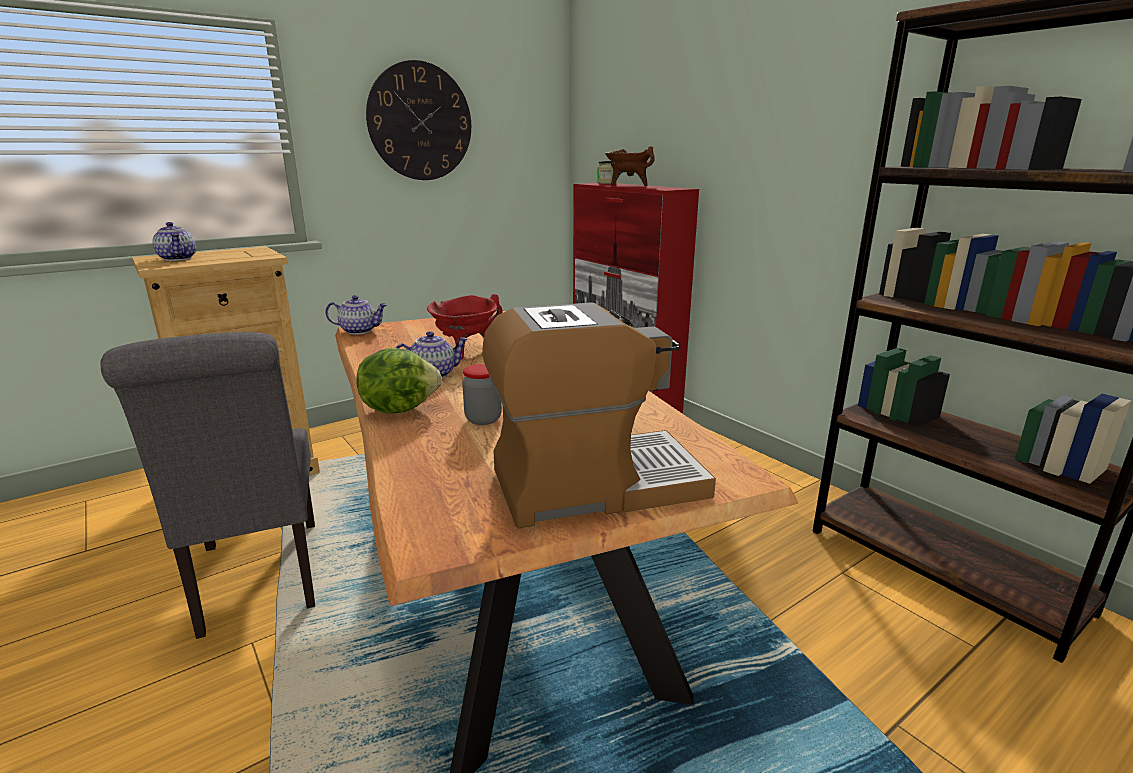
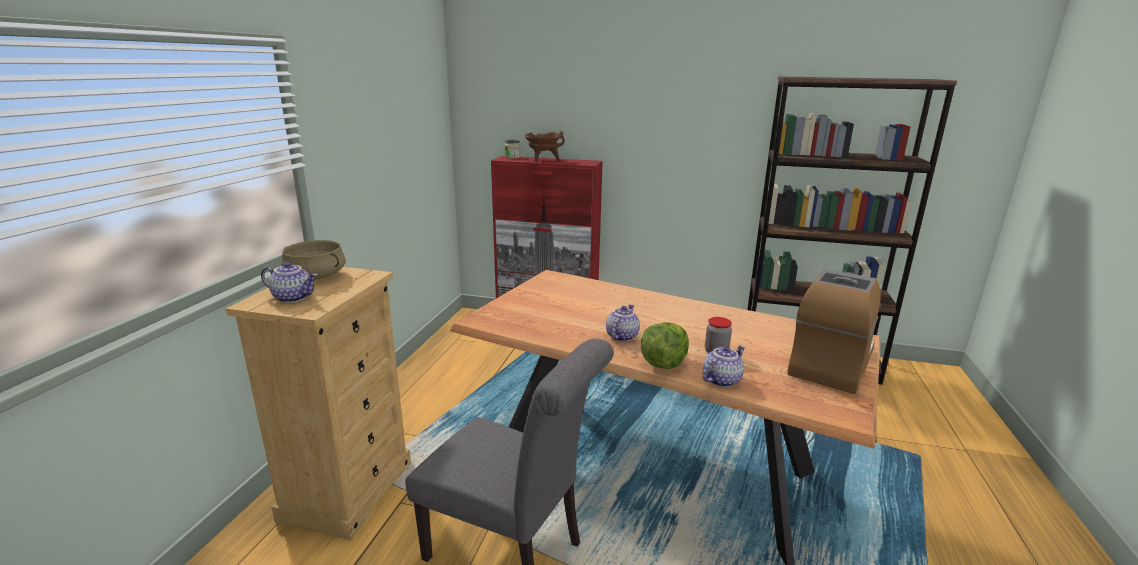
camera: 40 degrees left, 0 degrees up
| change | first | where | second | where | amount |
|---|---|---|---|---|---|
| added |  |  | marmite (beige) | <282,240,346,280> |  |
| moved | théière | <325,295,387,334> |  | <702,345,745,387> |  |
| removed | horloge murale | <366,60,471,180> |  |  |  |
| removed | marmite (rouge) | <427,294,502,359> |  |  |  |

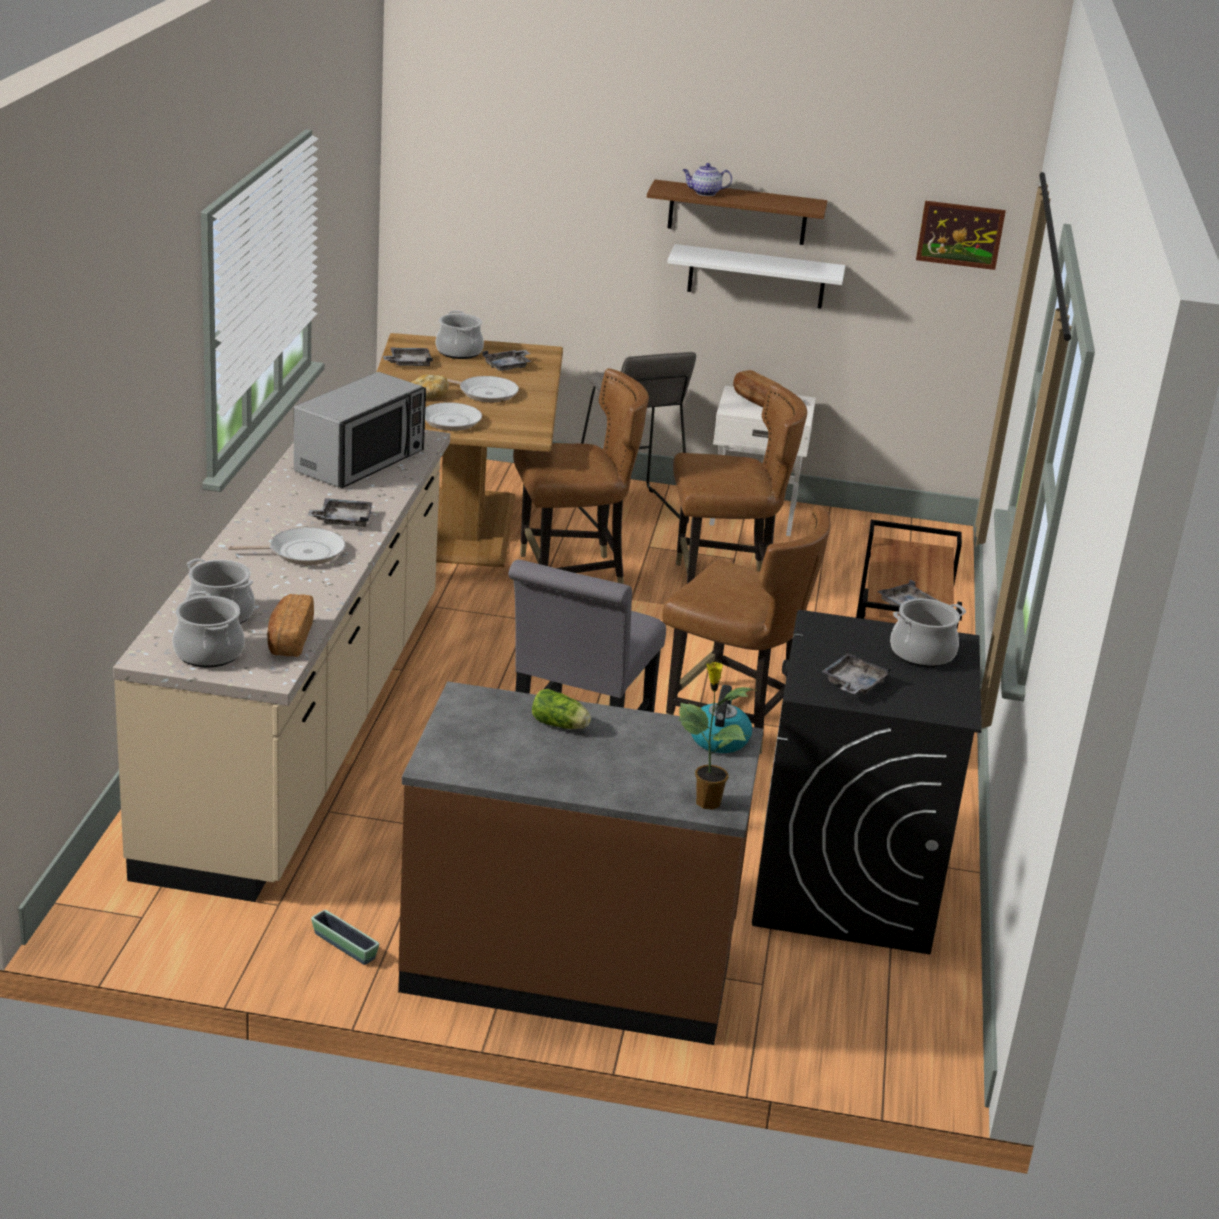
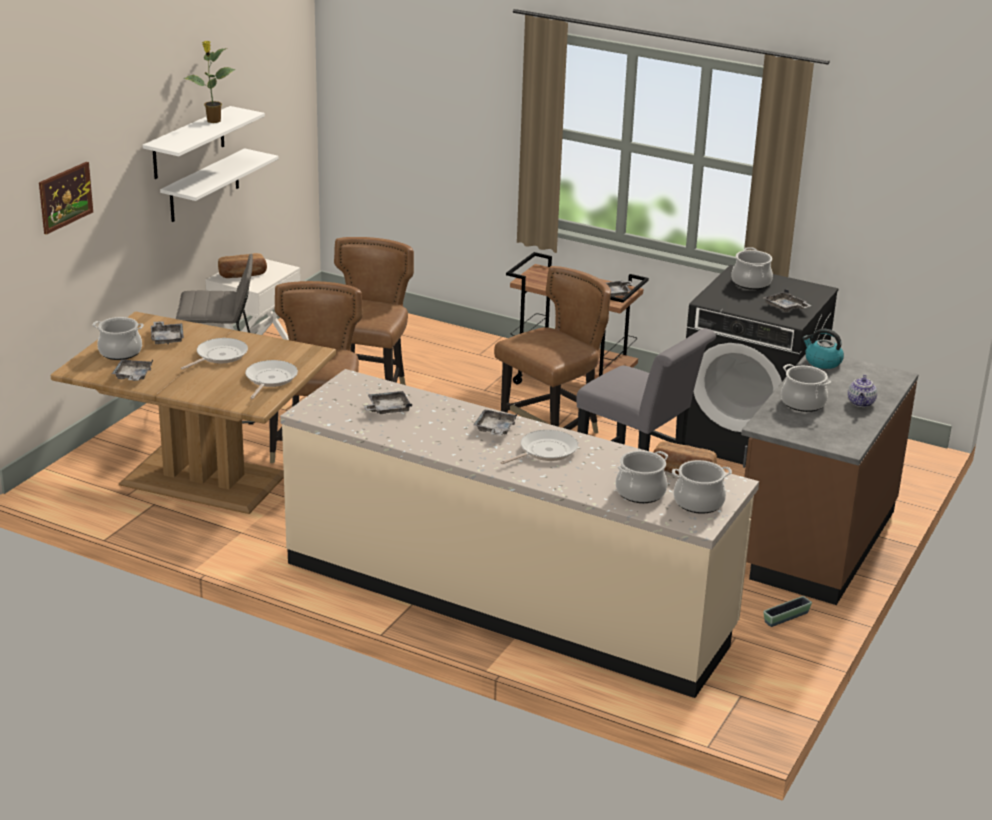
camera: 70 degrees left, 0 degrees up
| change | first | where | second | where | amount |
|---|---|---|---|---|---|
| moved | tableau | <916,201,1006,270> |  | <39,162,93,235> |  |
| recoloured | étagère (marron) | <647,179,827,245> | étagère (blanc) | <143,106,265,179> |  |
| moved | plante en pot | <678,662,754,810> |  | <184,41,236,123> |  |
| replaced | micro-ondes | <294,372,426,488> | plateau (gris) | <363,391,412,414> |  |
| turned | poêle | <228,527,345,565> |  | <500,430,578,464> | 45 degrees clockwise |
| replaced | laitue | <532,689,591,729> | marmite | <781,364,831,412> |  |
| moved | théière | <683,163,732,196> |  | <848,375,877,407> |  |
| removed | pain | <411,374,449,398> |  |  |  |

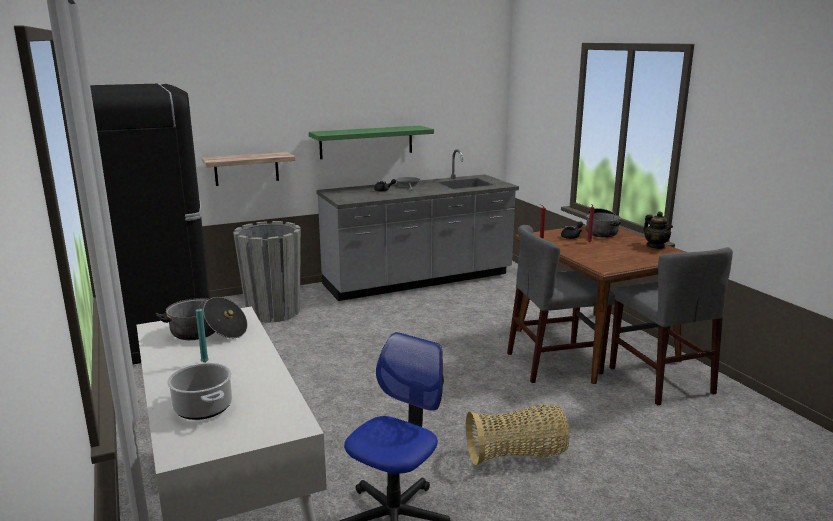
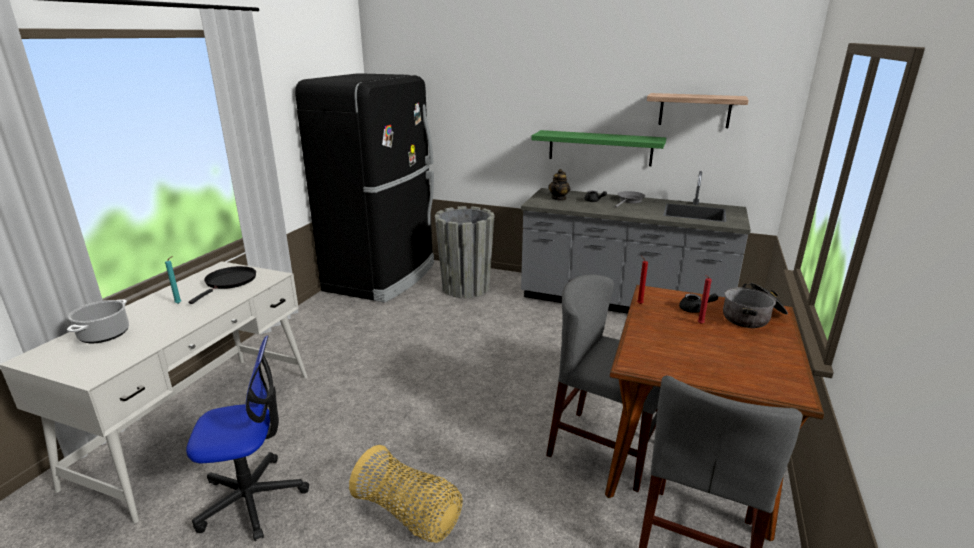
camera: 45 degrees right, 5 degrees up
| change | first | where | second | where | amount |
|---|---|---|---|---|---|
| replaced | marmite | <156,297,248,340> | poêle (noir) | <189,266,256,304> |  |
| moved | théière | <643,211,673,249> |  | <548,169,570,201> |  |
| moved | étagère | <202,152,295,186> |  | <647,93,749,128> |  |

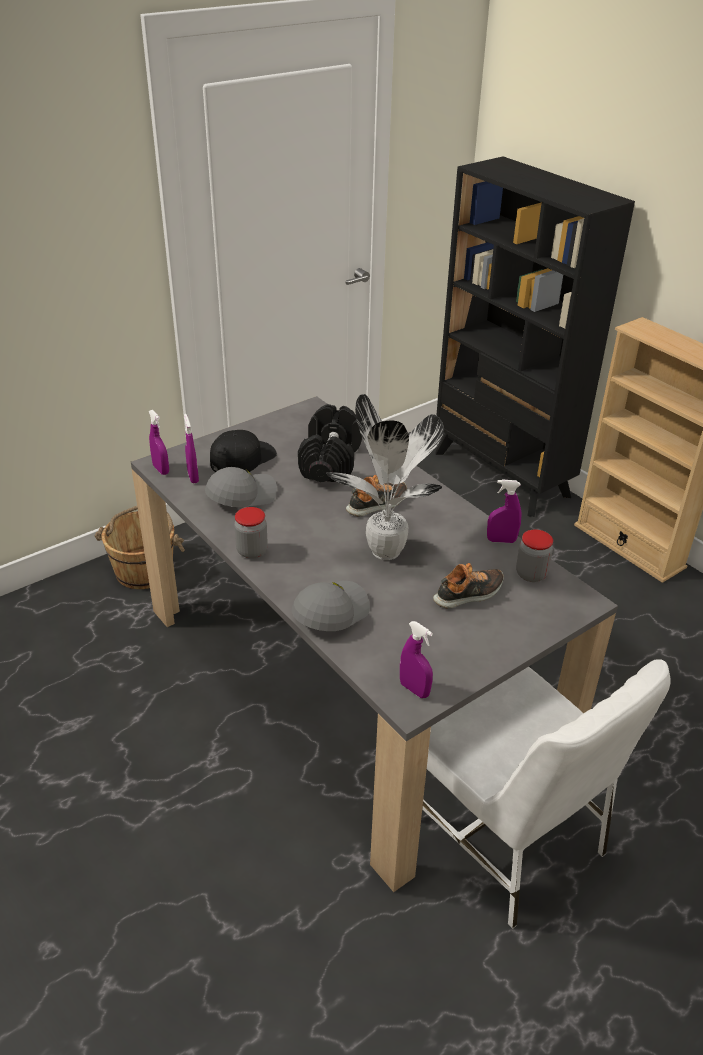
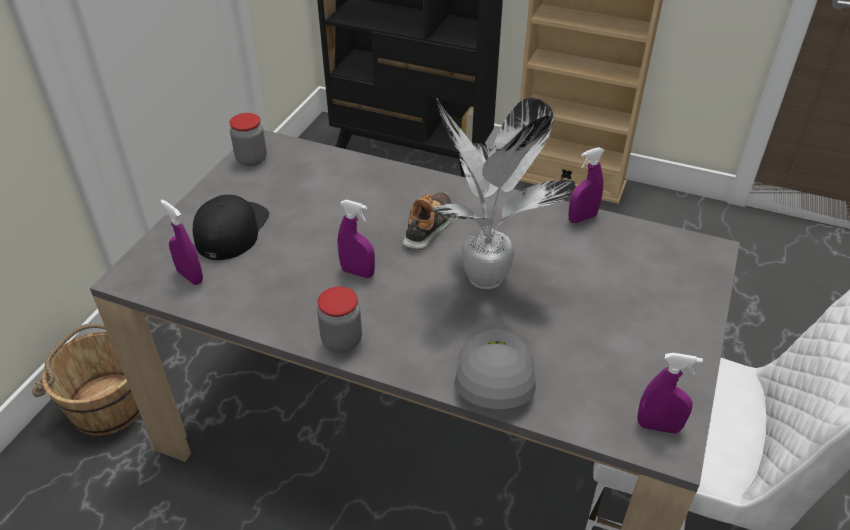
camera: 30 degrees left, 5 degrees up
| change | first | where | second | where | amount |
|---|---|---|---|---|---|
| moved | bocal | <516,529,553,582> |  | <229,113,267,166> |  |
| moved | vaporisateur (violet) | <149,410,169,475> |  | <337,200,375,278> |  |
| removed | casquette (gris) | <205,467,277,507> |  |  |  |
| removed | haltère (noir) | <298,404,362,482> |  |  |  |
| removed | chaussure | <433,563,504,608> |  |  |  |

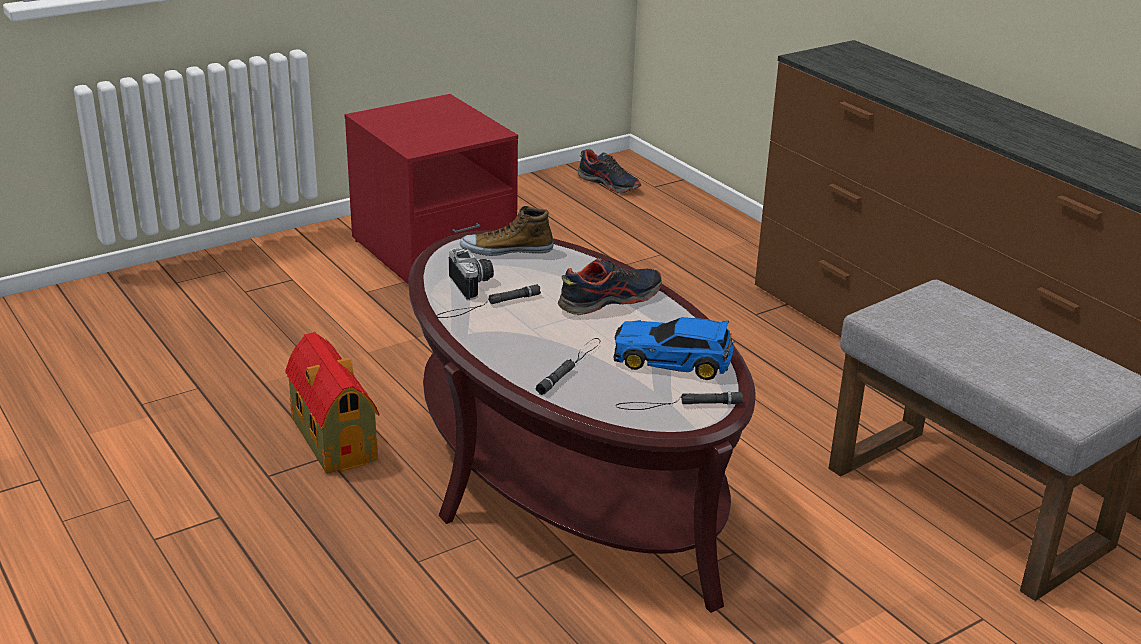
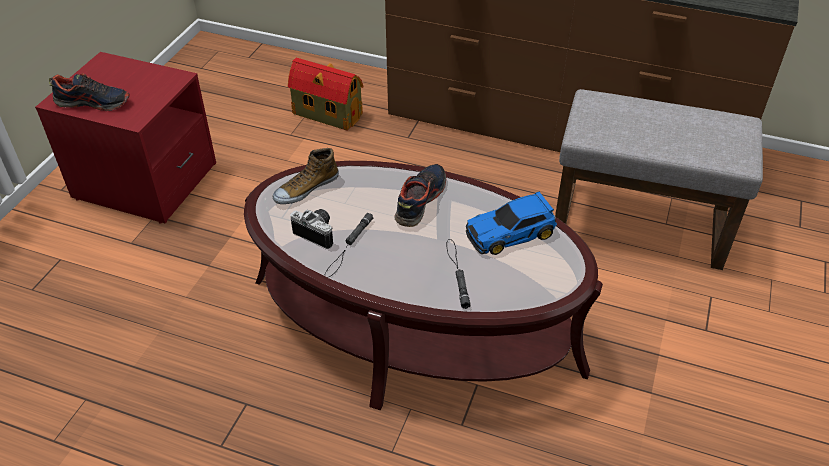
camera: 35 degrees left, 15 degrees up
| change | first | where | second | where | amount |
|---|---|---|---|---|---|
| moved | chaussure | <578,149,641,193> |  | <49,73,130,111> |  |
| moved | maison miniature | <285,332,379,474> |  | <288,58,363,131> |  |
| removed | lampe de poche (noir) | <616,392,743,410> |  |  |  |

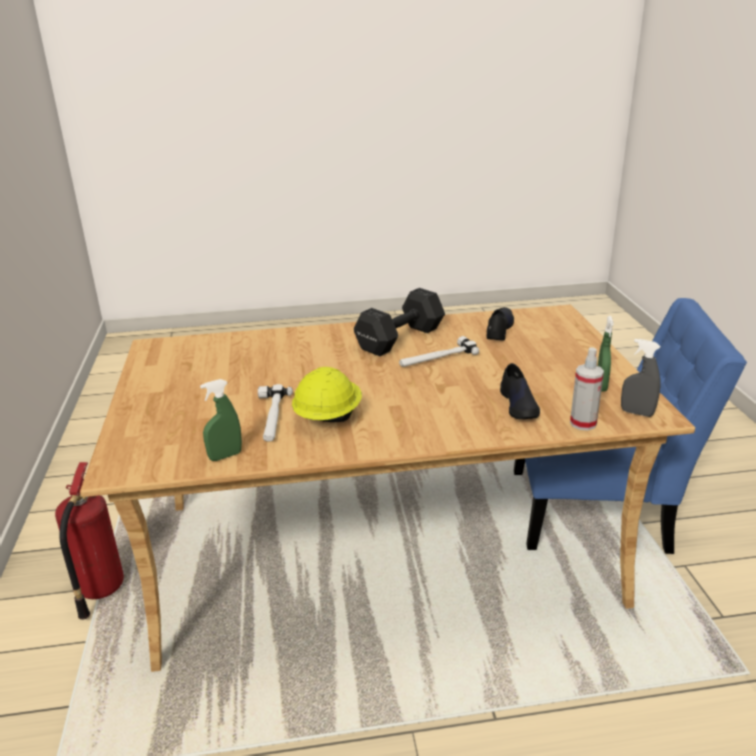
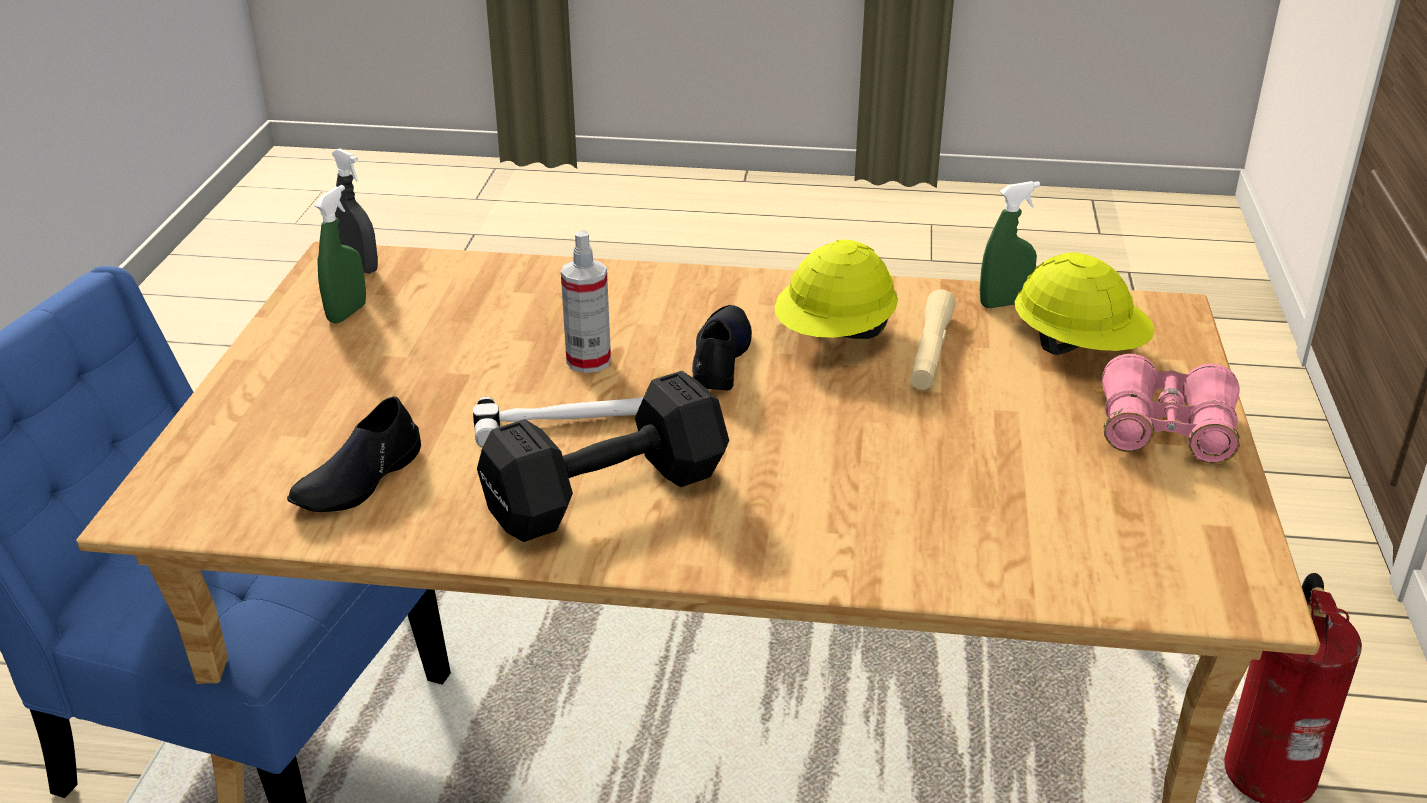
camera: 165 degrees left, 5 degrees up
| change | first | where | second | where | amount |
|---|---|---|---|---|---|
| moved | vaporisateur | <570,347,604,430> |  | <561,230,611,373> |  |
| moved | chaussure (noir) | <500,363,540,419> |  | <692,305,752,390> |  |
| replaced | marteau | <258,384,293,442> | lampe de poche (beige) | <910,289,956,390> |  |
| added |  |  | casque de chantier (jaune) | <1015,252,1155,355> |  |
| added |  |  | jumelles (rose) | <1102,354,1240,464> |  |

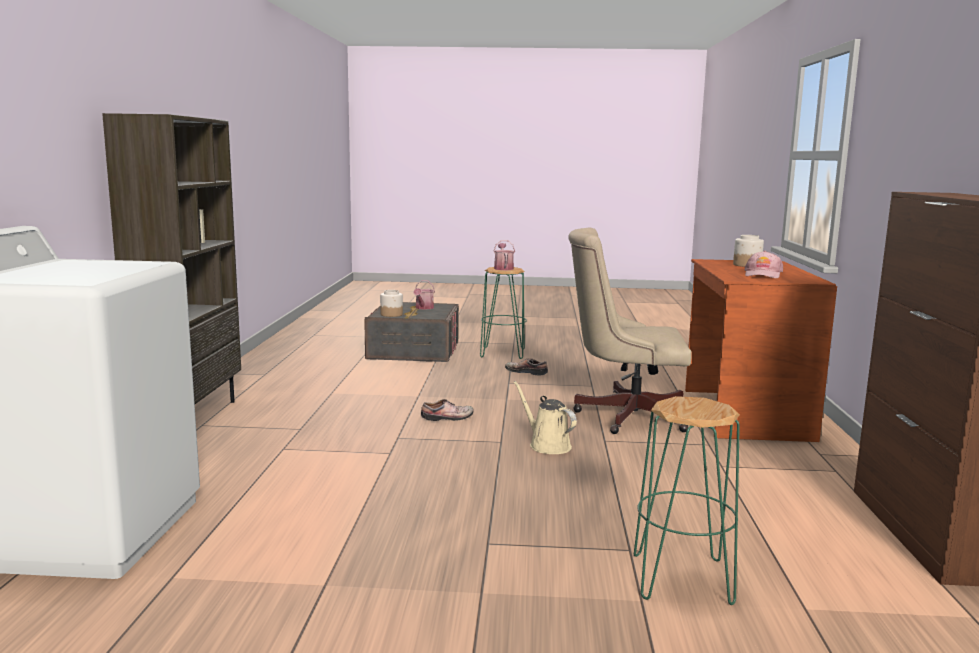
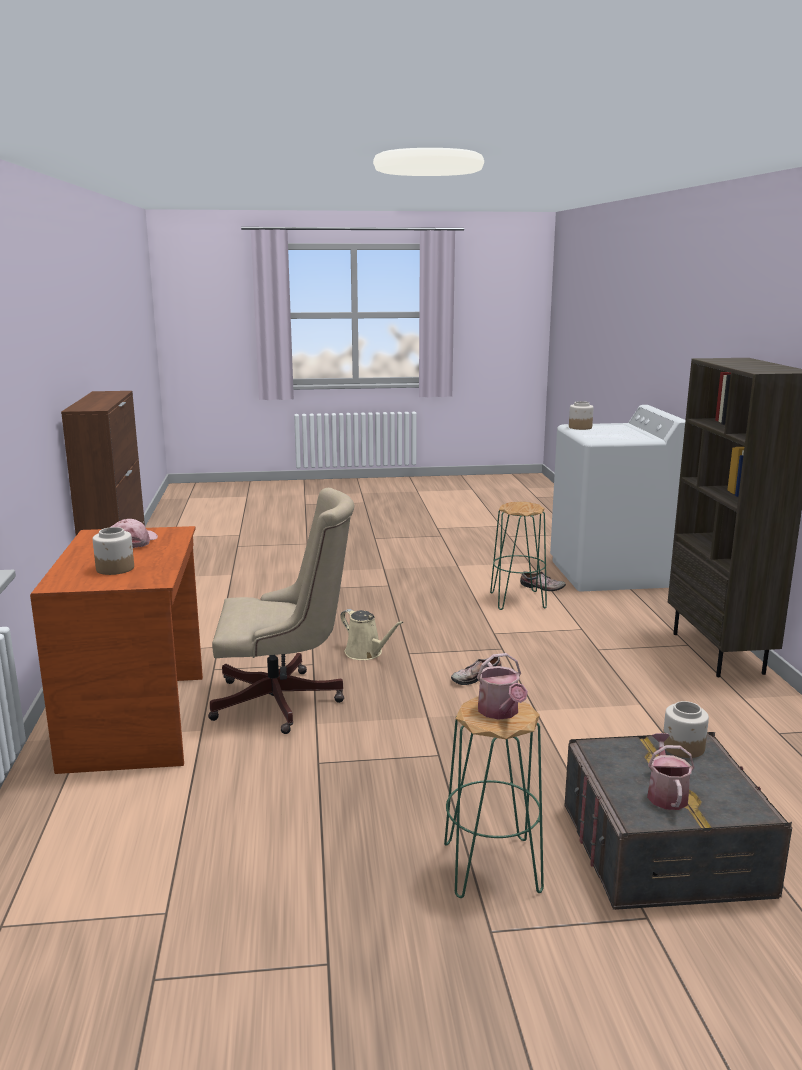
camera: 170 degrees right, 5 degrees up
| change | first | where | second | where | amount |
|---|---|---|---|---|---|
| moved | tabouret (vert) | <634,396,740,605> |  | <490,502,547,610> |  |
| moved | chaussure | <505,358,548,375> |  | <520,571,566,591> |  |
| added |  |  | bocal | <569,401,594,430> |  |

